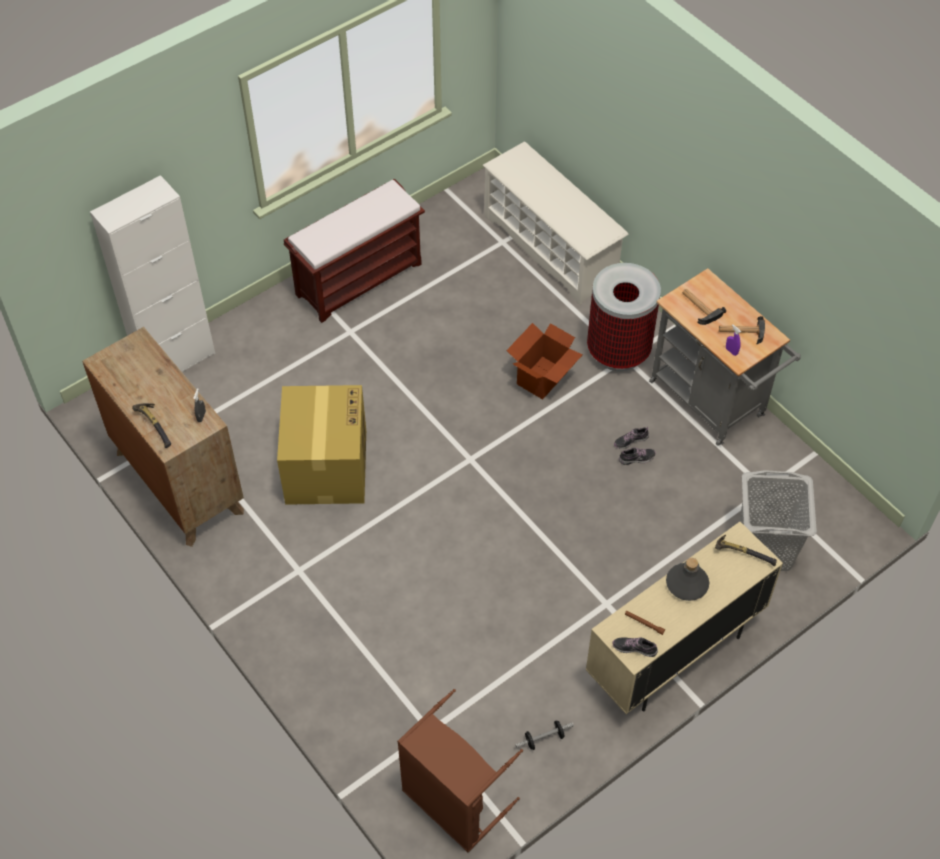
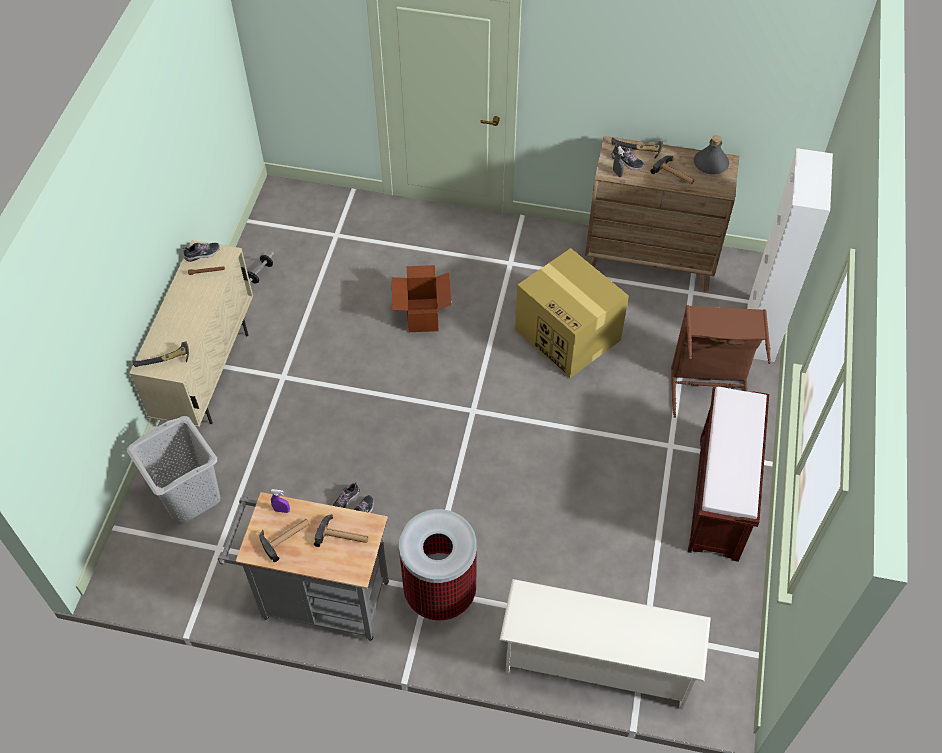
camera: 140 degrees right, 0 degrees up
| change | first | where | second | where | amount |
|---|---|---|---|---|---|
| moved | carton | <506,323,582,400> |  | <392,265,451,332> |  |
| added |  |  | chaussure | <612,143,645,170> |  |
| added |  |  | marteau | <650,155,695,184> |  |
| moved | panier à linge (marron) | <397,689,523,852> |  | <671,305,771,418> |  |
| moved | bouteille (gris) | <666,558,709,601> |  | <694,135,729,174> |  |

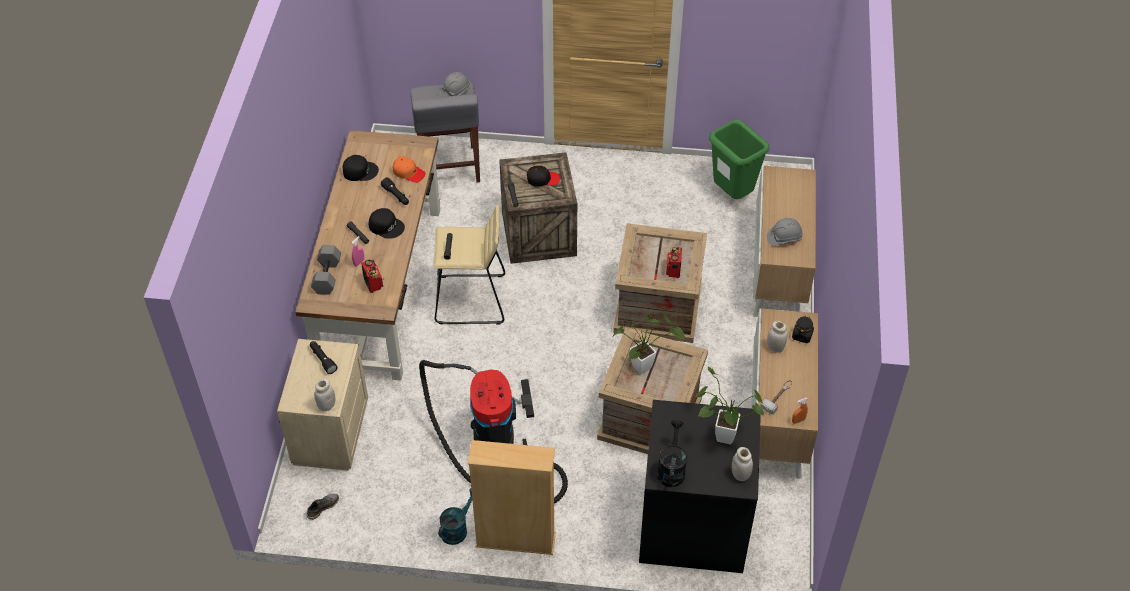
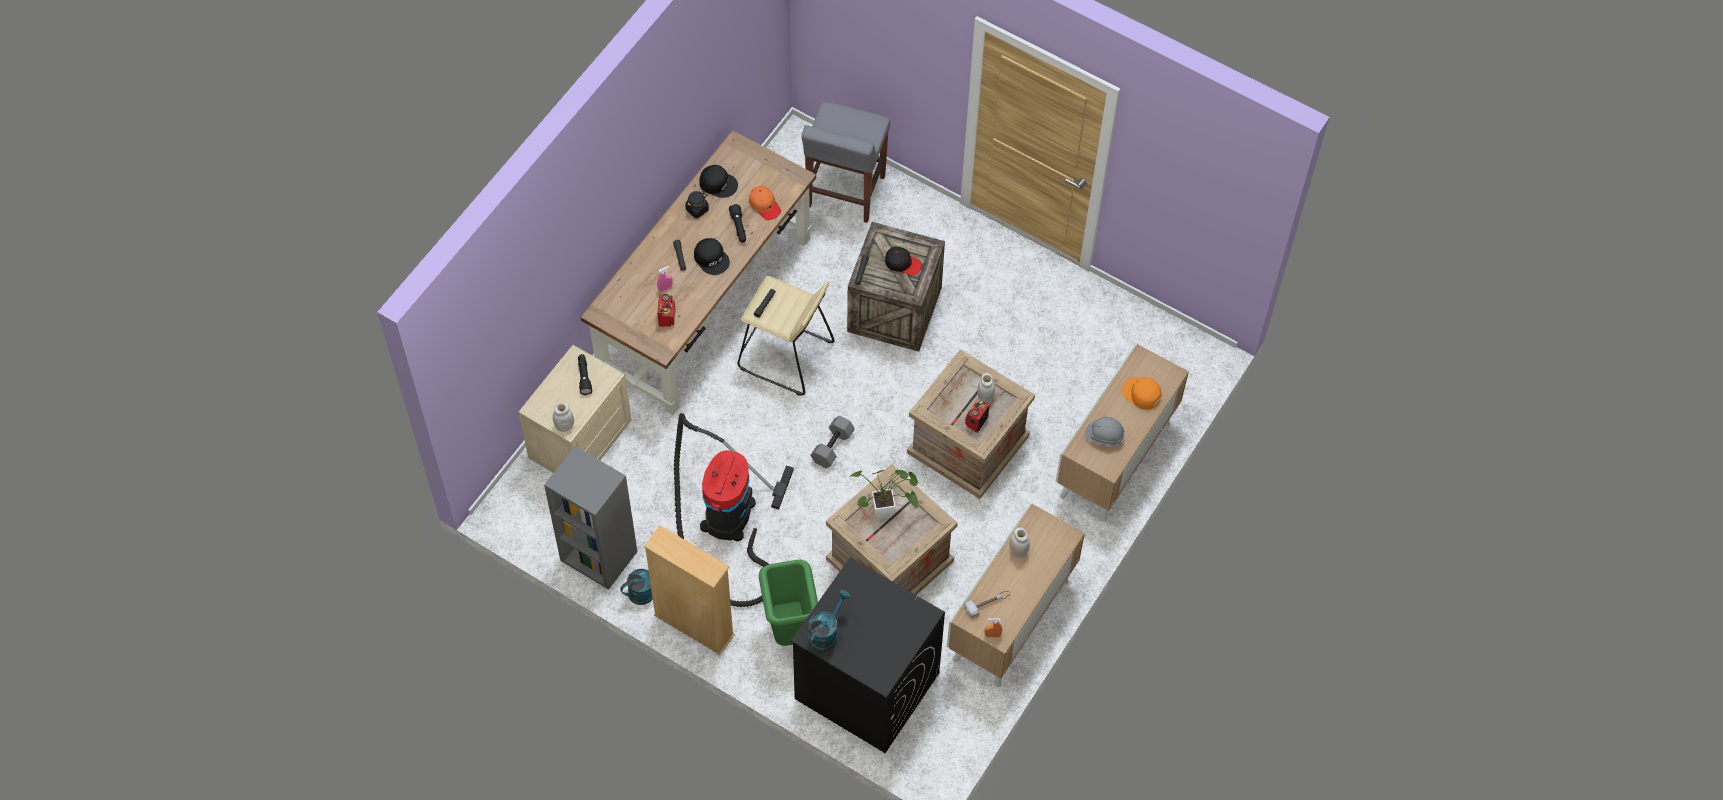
camera: 25 degrees right, 10 degrees up
| change | first | where | second | where | amount |
|---|---|---|---|---|---|
| added |  |  | bibliothèque (gris) | <544,446,637,590> |  |
| moved | bocal (noir) | <792,316,814,343> |  | <685,191,709,218> |  |
| moved | poubelle (vert) | <709,120,770,199> |  | <759,560,818,646> |  |
| recoloured | arrosoir (noir) | <657,420,687,487> | arrosoir (turquoise) | <808,590,851,651> |  |
| moved | haltère (gris) | <311,245,341,295> |  | <810,416,855,468> |  |
| moved | bocal (blanc) | <732,447,753,481> |  | <978,373,995,403> |  |
| added |  |  | casquette (orange) | <1122,377,1162,409> |  |
| removed | chaussure (gris) | <307,494,339,520> |  |  |  |
| removed | casque de chantier (gris) | <440,72,471,98> |  |  |  |
| removed | plante en pot | <695,367,764,445> |  |  |  |

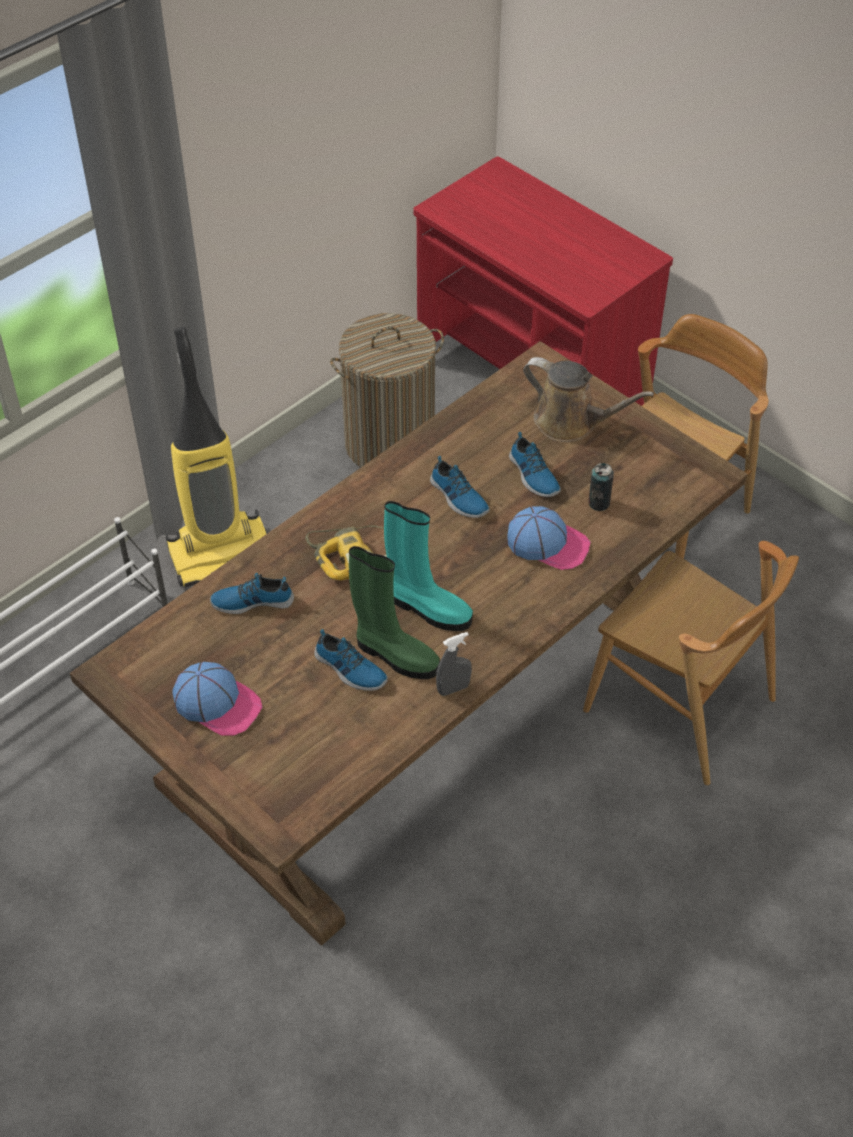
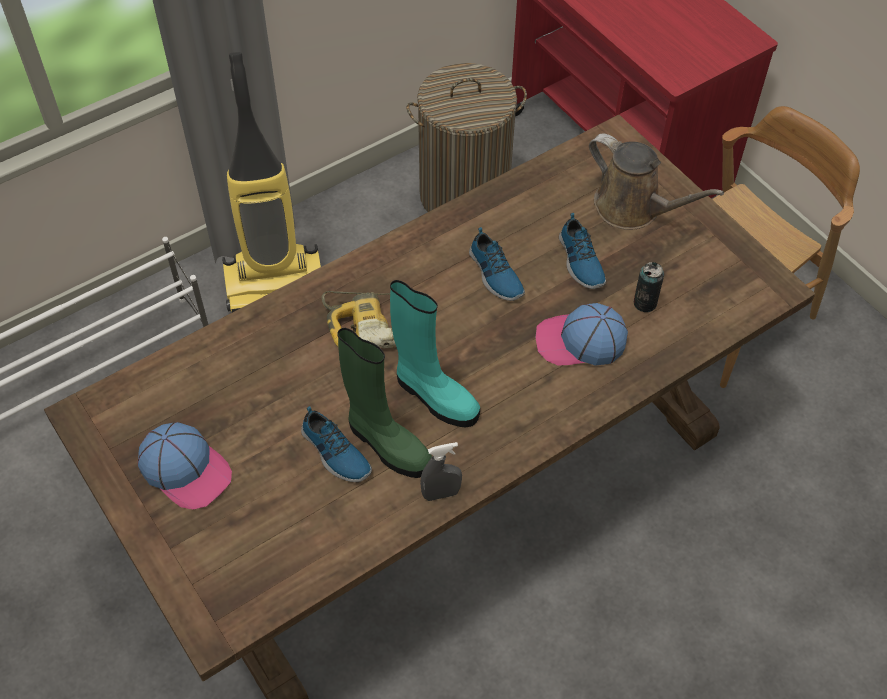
camera: 10 degrees right, 5 degrees up
| change | first | where | second | where | amount |
|---|---|---|---|---|---|
| turned | casquette | <507,506,590,570> |  | <535,303,628,366> | 150 degrees clockwise |
| removed | chaussure | <210,573,294,614> |  |  |  |
| removed | chaise (marron) | <583,541,799,785> |  |  |  |

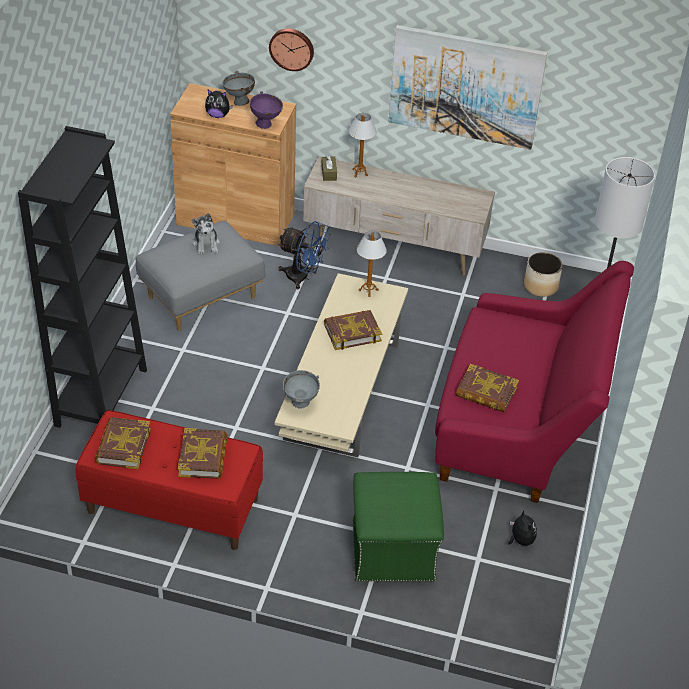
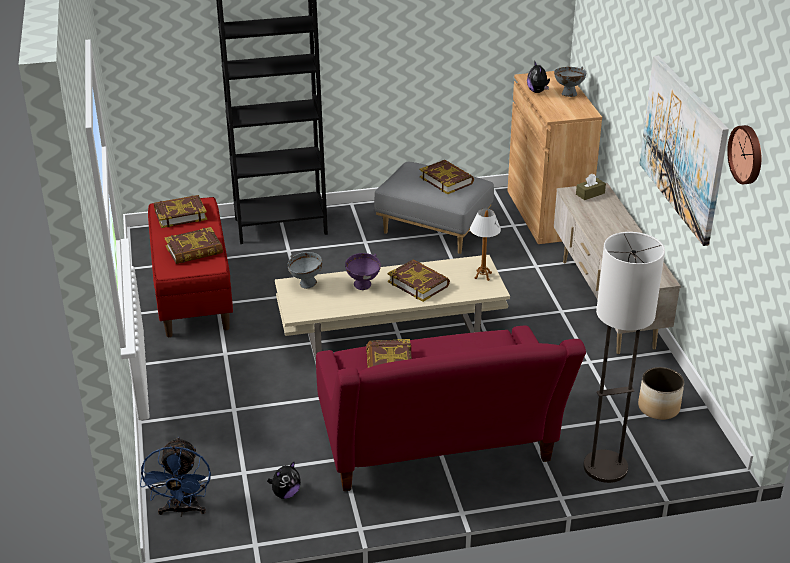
camera: 65 degrees right, 10 degrees down
| change | first | where | second | where | amount |
|---|---|---|---|---|---|
| moved | ventilateur (bleu) | <278,221,330,290> |  | <140,437,211,517> |  |
| moved | bol (violet) | <250,91,283,129> |  | <345,253,381,290> |  |
| replaced | peluche | <192,213,220,255> | livre | <420,160,474,194> |  |
| moved | horloge murale | <269,28,314,71> |  | <727,125,761,184> |  |
| removed | lampe de table | <349,113,377,177> |  |  |  |
| removed | pouf (vert) | <353,472,444,581> |  |  |  |

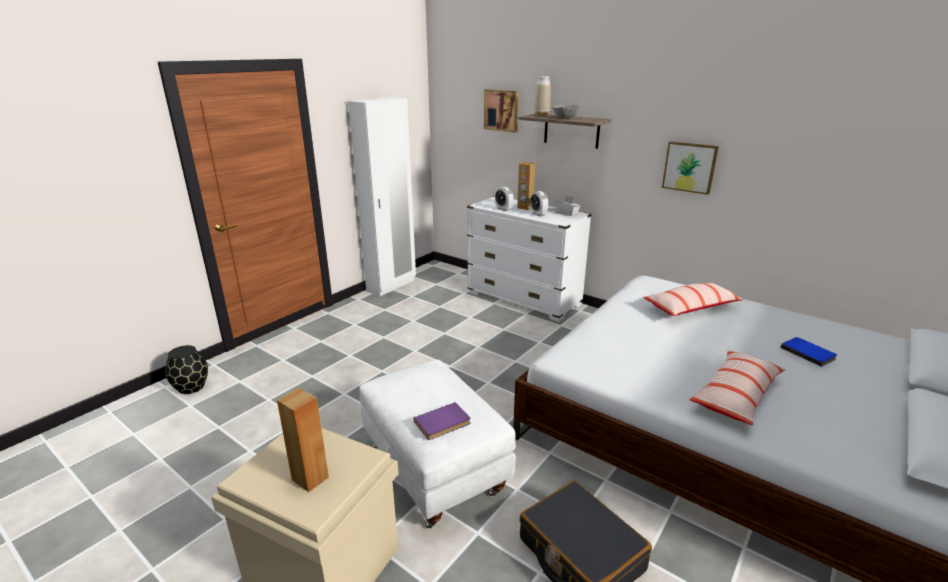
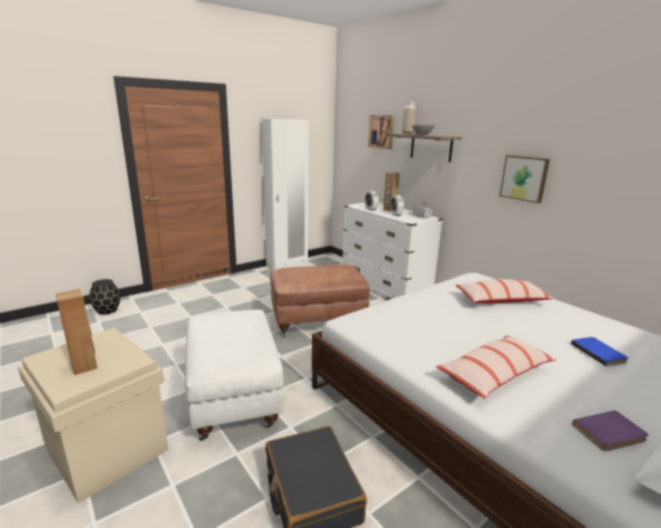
camera: 15 degrees right, 5 degrees down
| change | first | where | second | where | amount |
|---|---|---|---|---|---|
| added |  |  | pouf (marron) | <270,265,370,337> |  |
| moved | livre (violet) | <414,402,470,440> |  | <572,410,649,451> |  |

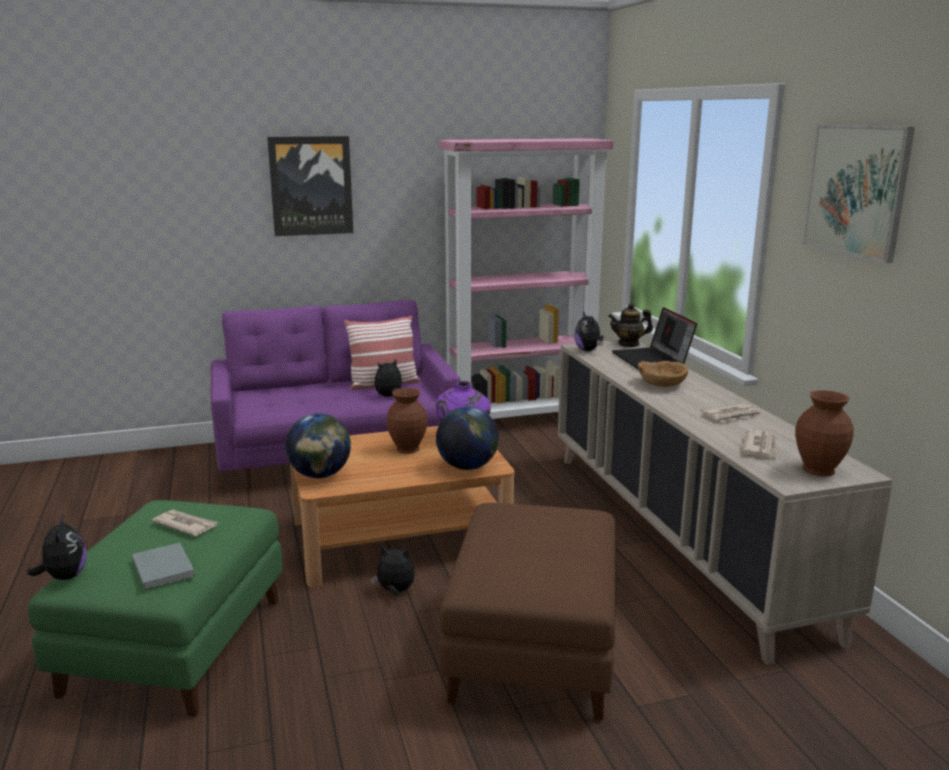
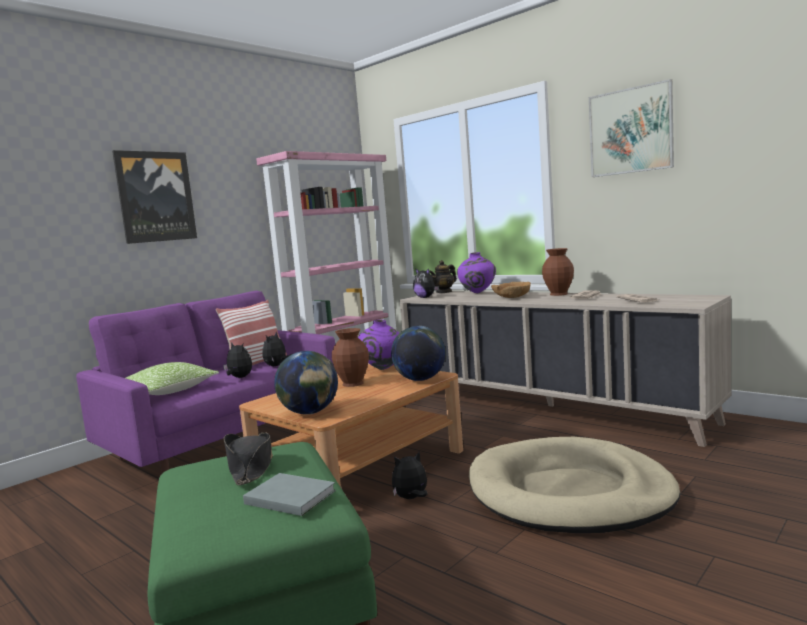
camera: 30 degrees left, 10 degrees down
| change | first | where | second | where | amount |
|---|---|---|---|---|---|
| added |  |  | coussin | <126,362,219,395> |  |
| moved | peluche | <27,515,87,580> |  | <223,342,252,378> |  |
| replaced | journal | <152,510,218,536> | chapeau (noir) | <224,432,273,485> |  |
| replaced | ordinateur portable | <612,307,697,370> | vase (violet) | <457,252,496,293> |  |
| replaced | pouf (marron) | <439,503,616,721> | panier pour chien (beige) | <469,437,680,533> |  |
| moved | vase (marron) | <795,390,854,476> |  | <542,248,574,296> |  |

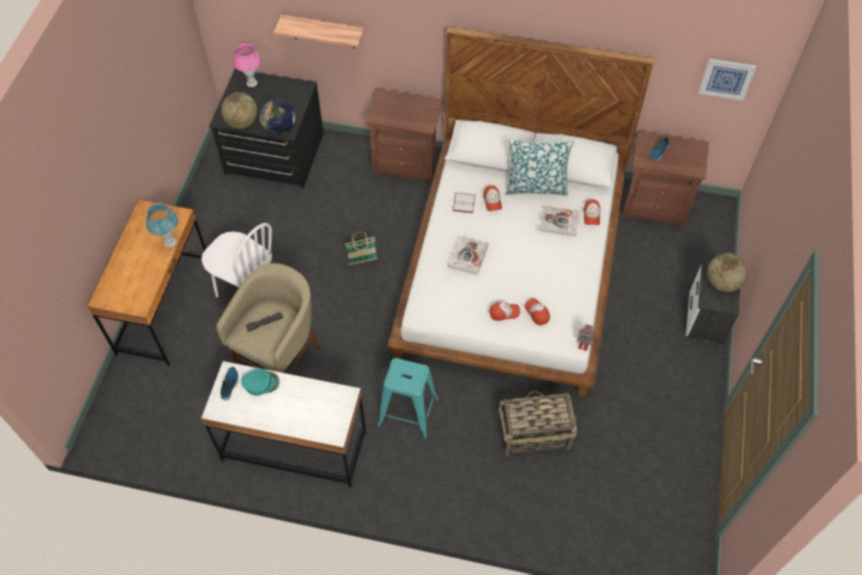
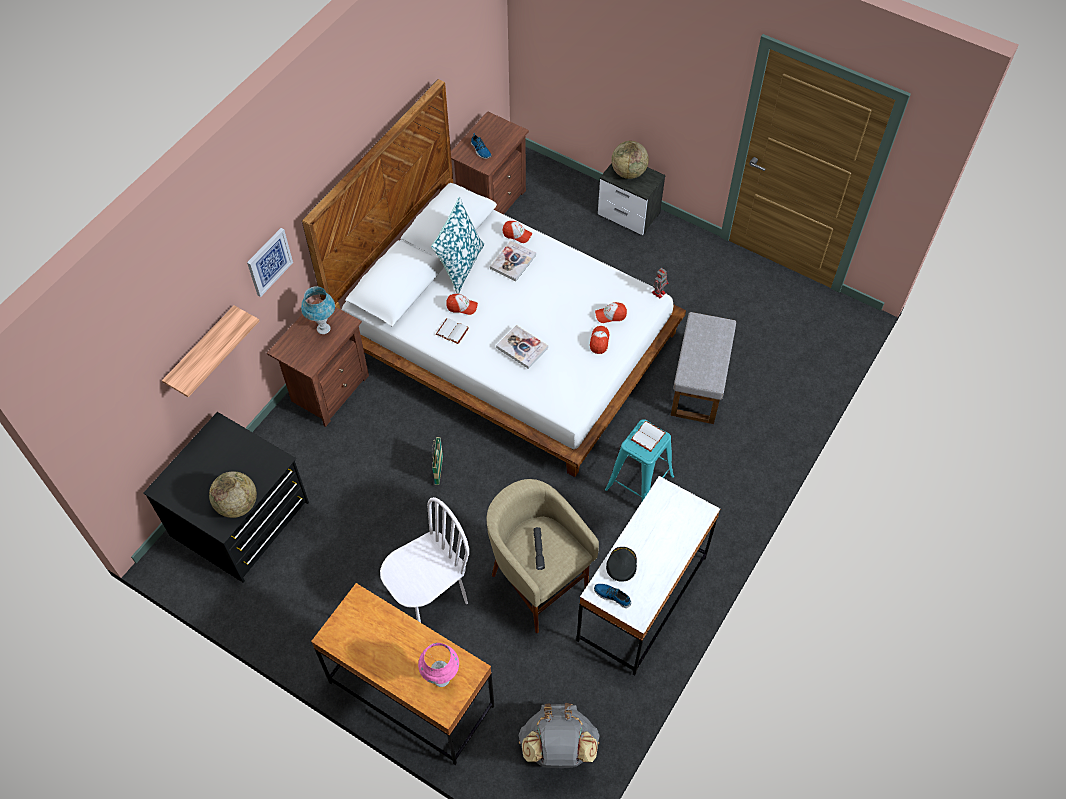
camera: 70 degrees left, 0 degrees up
| change | first | where | second | where | amount |
|---|---|---|---|---|---|
| moved | tableau | <698,58,756,101> |  | <247,228,293,297> |  |
| moved | lampe de table (bleu) | <146,203,178,248> |  | <301,286,335,334> |  |
| moved | lampe de table (rose) | <233,43,261,87> |  | <418,643,459,687> |  |
| added |  |  | sac à dos (gris) | <518,703,600,768> |  |
| recoloured | casquette (turquoise) | <241,369,280,396> | casquette (noir) | <606,547,637,582> |  |
| added |  |  | livre (blanc) | <631,421,666,452> |  |
| replaced | panier | <498,391,577,456> | pouf (gris) | <670,312,736,424> |  |
| removed | globe | <259,98,296,134> |  |  |  |

